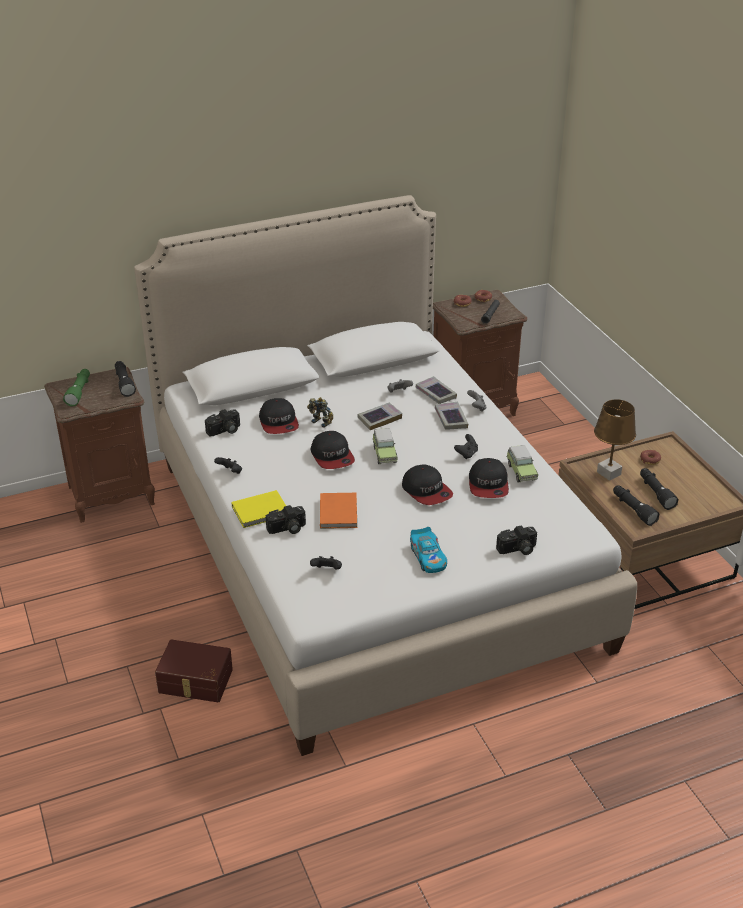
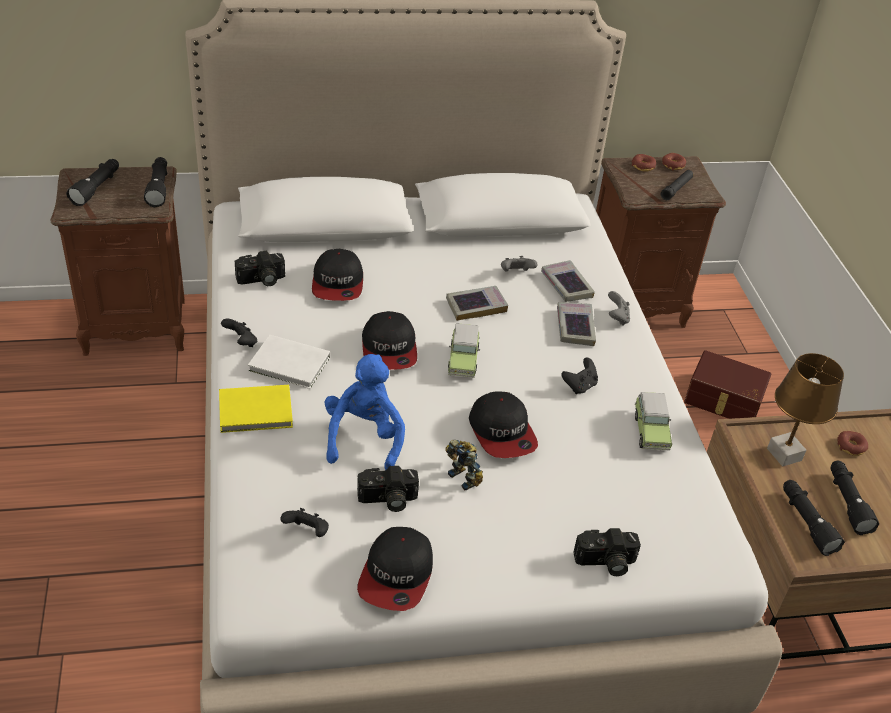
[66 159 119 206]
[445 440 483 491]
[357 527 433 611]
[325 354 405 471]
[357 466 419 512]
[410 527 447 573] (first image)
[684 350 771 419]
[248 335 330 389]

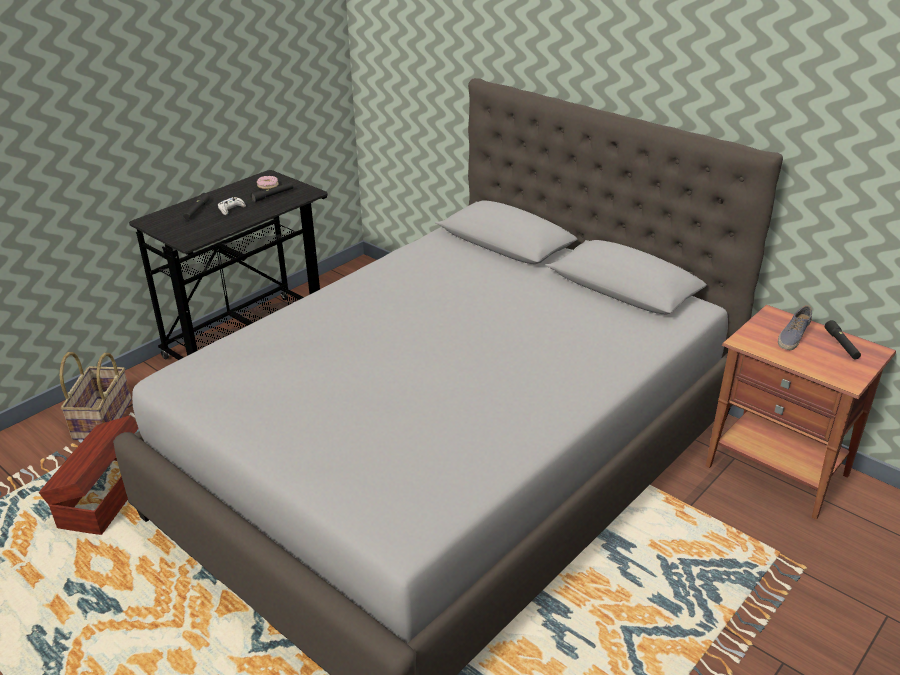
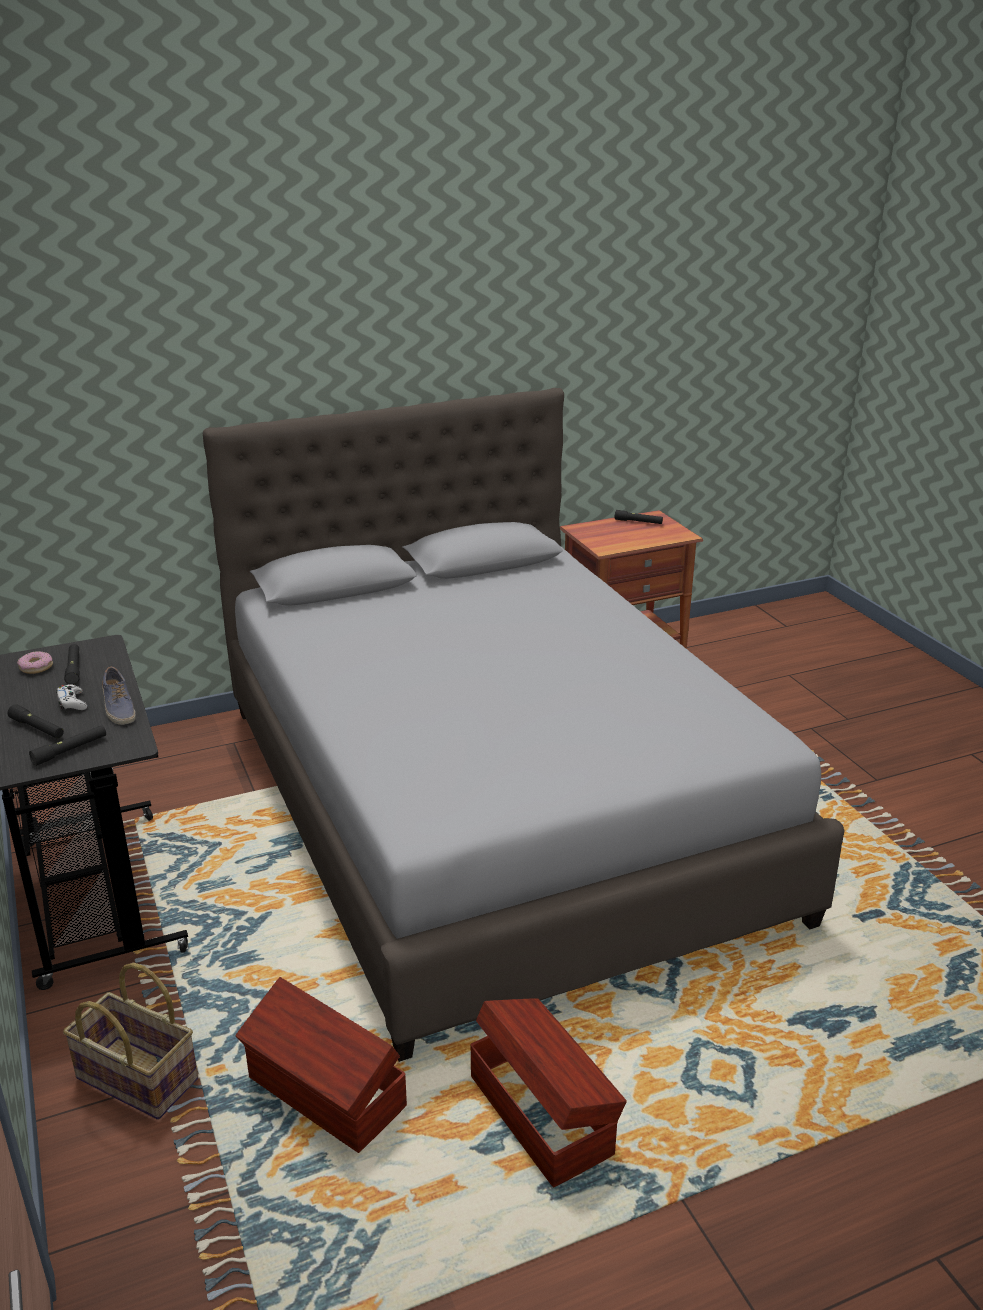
[102 667 136 725]
[29 725 106 766]
[470 998 627 1188]

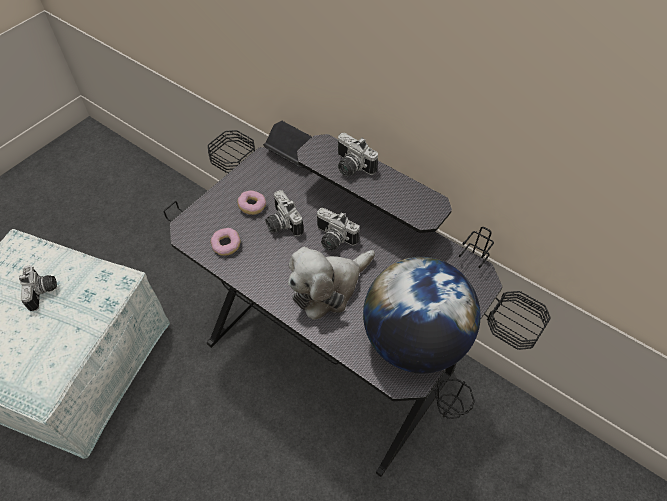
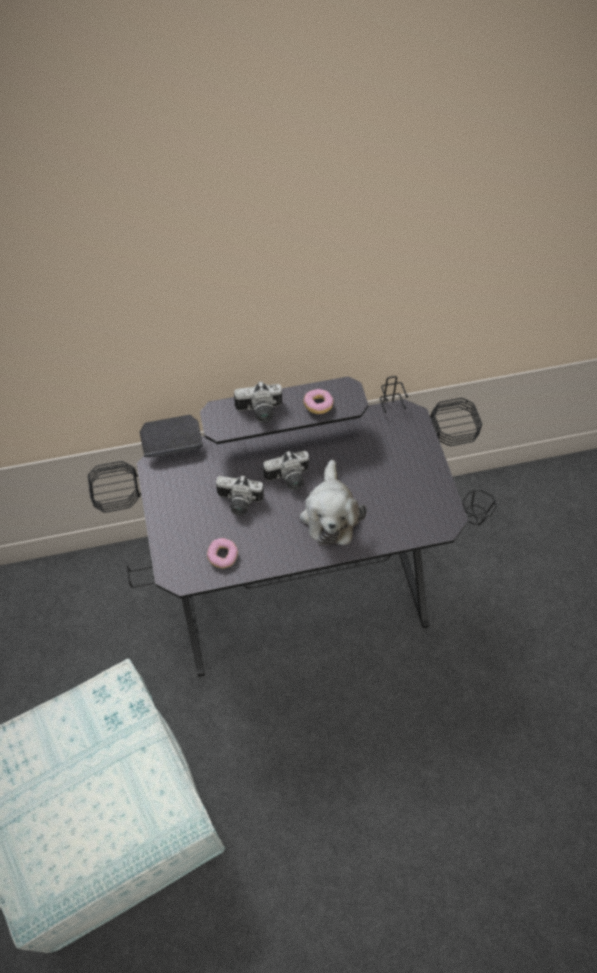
[303 389 334 414]
[363 257 481 373] (first image)
[19 265 57 311] (first image)

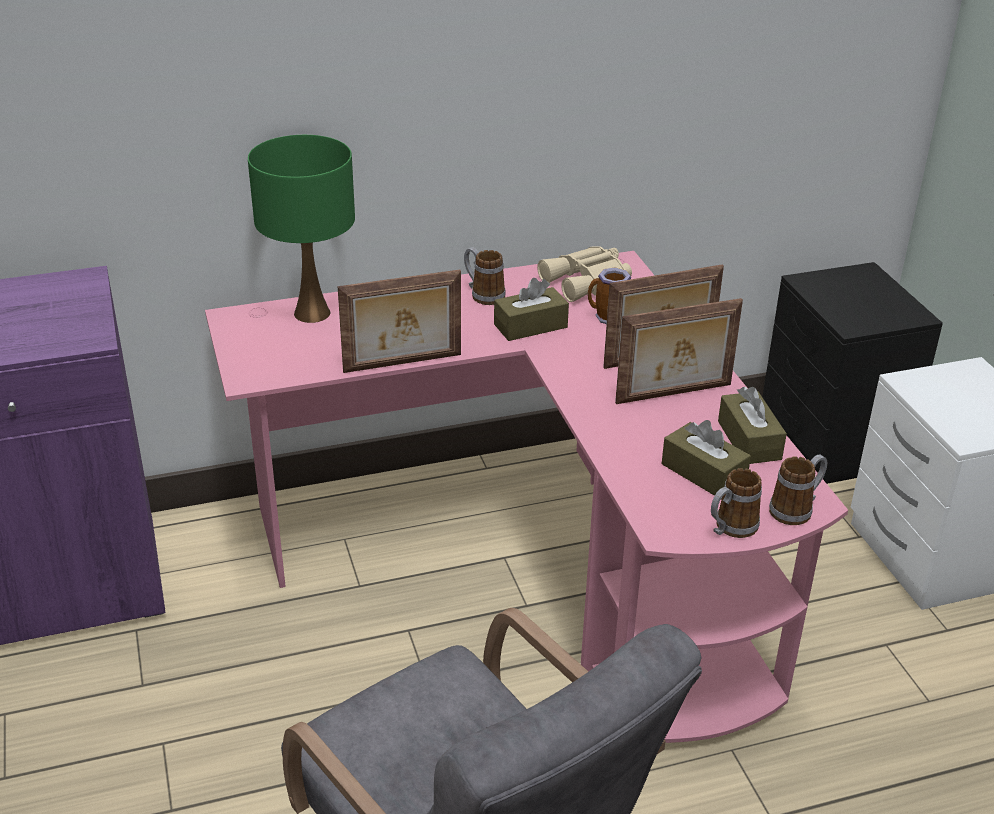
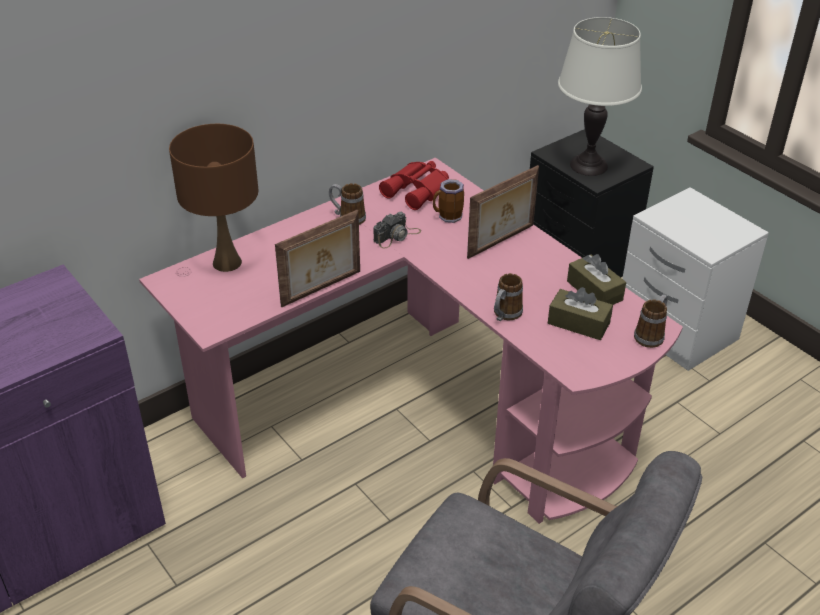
[169 124 258 272]
[379 161 449 210]
[373 212 421 249]
[615 298 743 404] (first image)
[494 273 523 321]
[558 17 642 176]

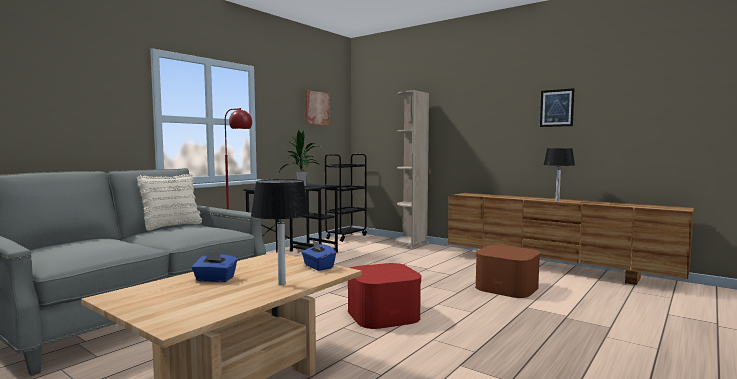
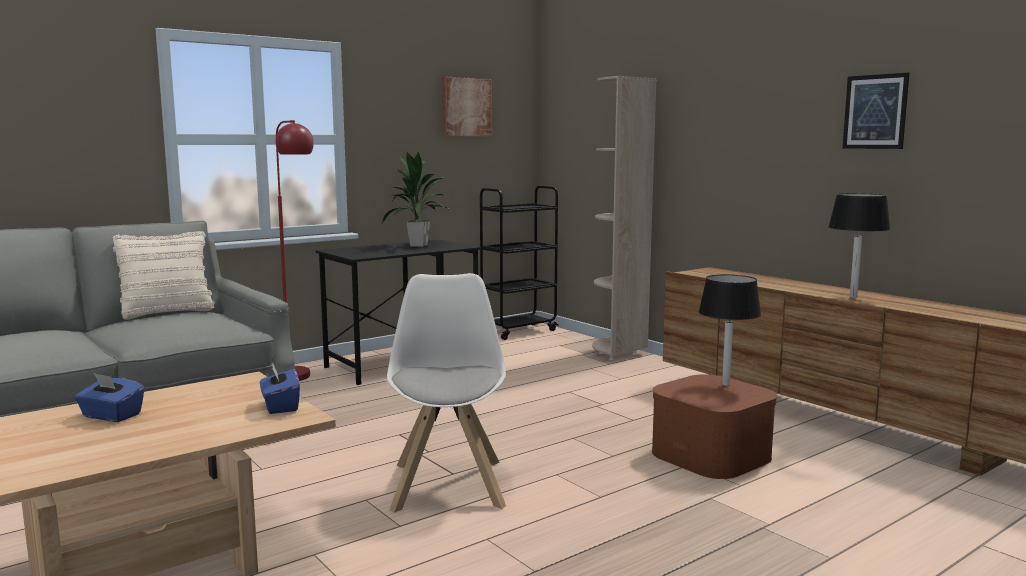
[699 274 761 386]
[387 273 506 513]

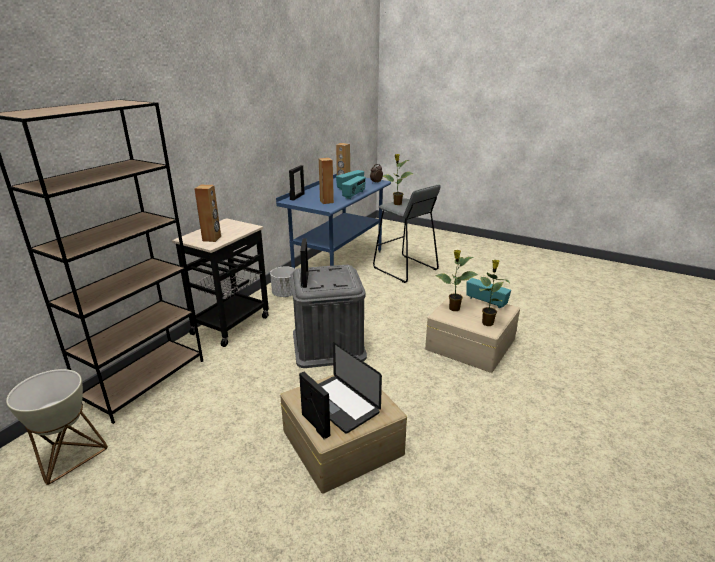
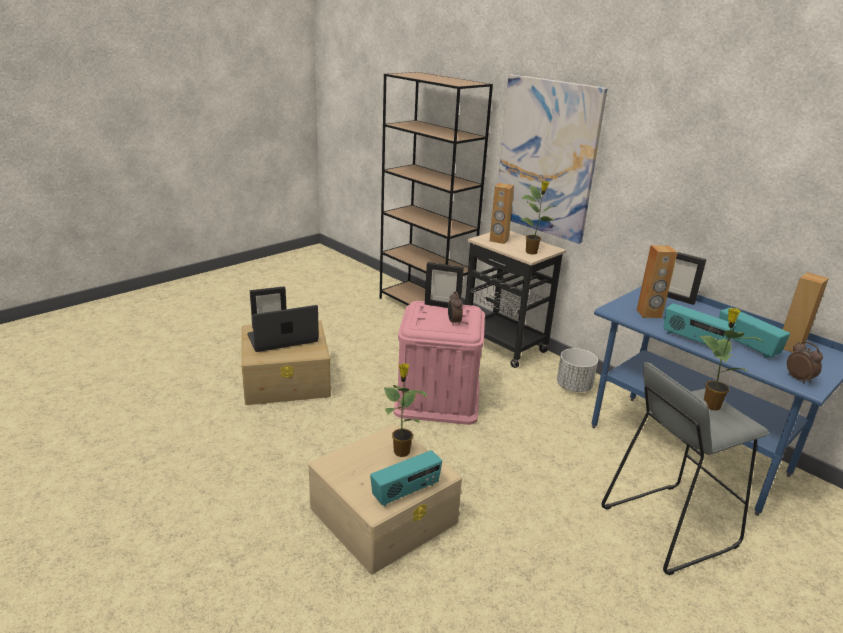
[520 181 554 254]
[393 301 485 425]
[6 369 108 485] (first image)
[498 74 607 244]
[448 291 463 326]

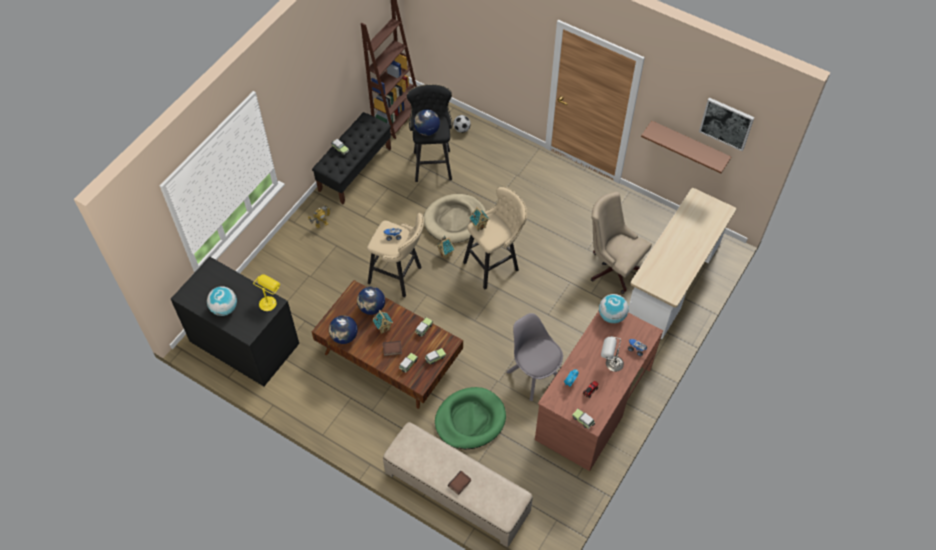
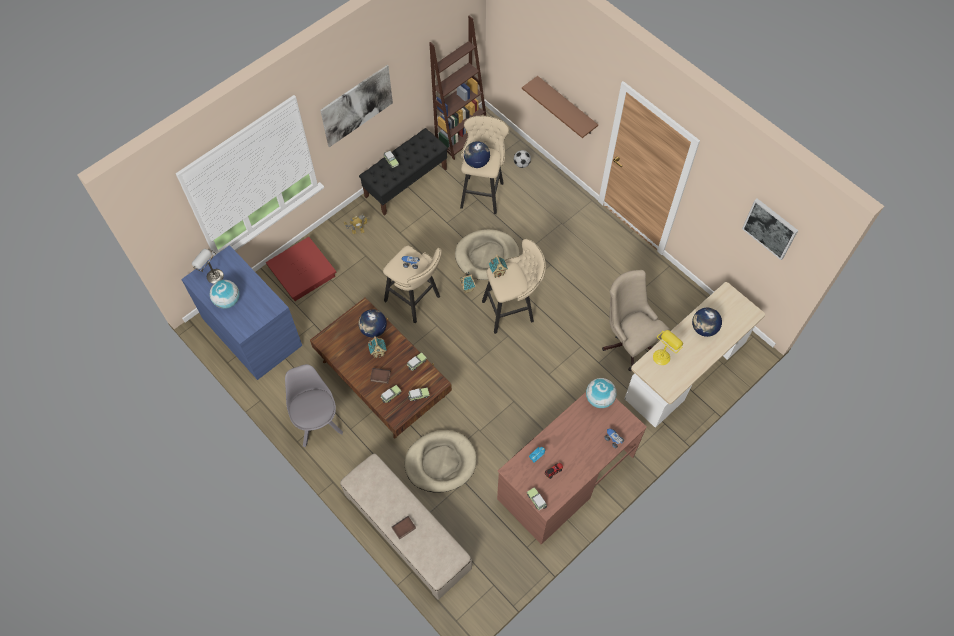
[460 116 509 214]
[522 76 598 138]
[181 245 302 380]
[653 330 683 365]
[285 364 343 447]
[692 308 722 337]
[192 249 224 284]
[404 430 477 492]
[320 65 393 147]
[266 237 336 301]

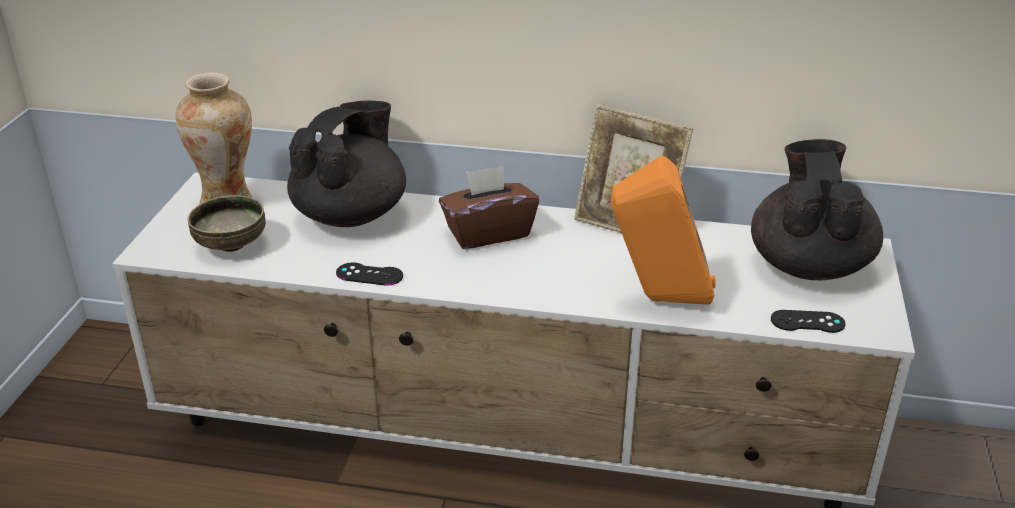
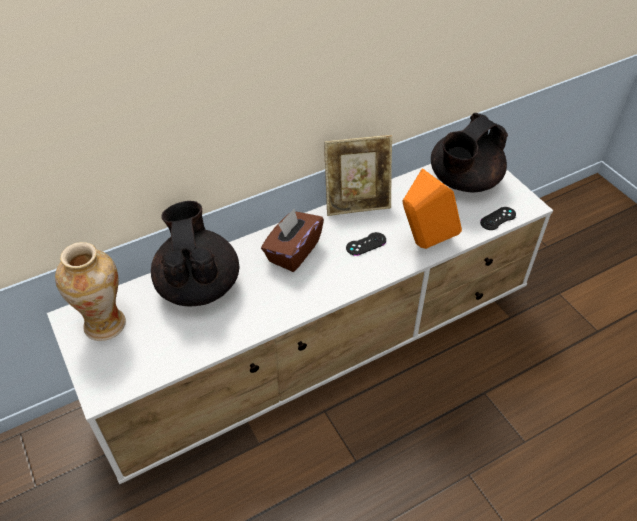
[431 113 508 192]
[188 195 266 252] (first image)
[346 232 386 256]

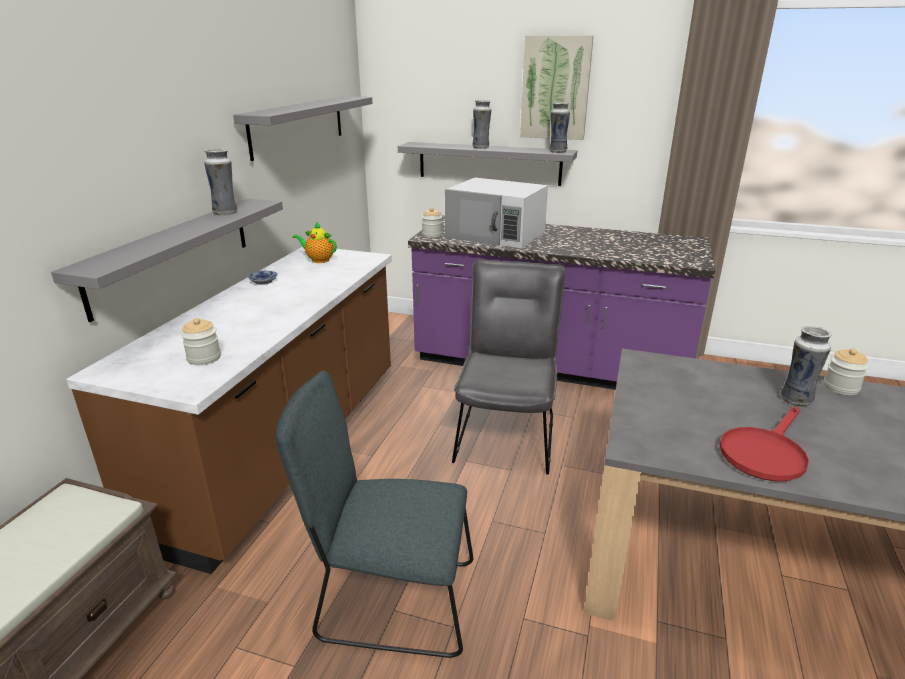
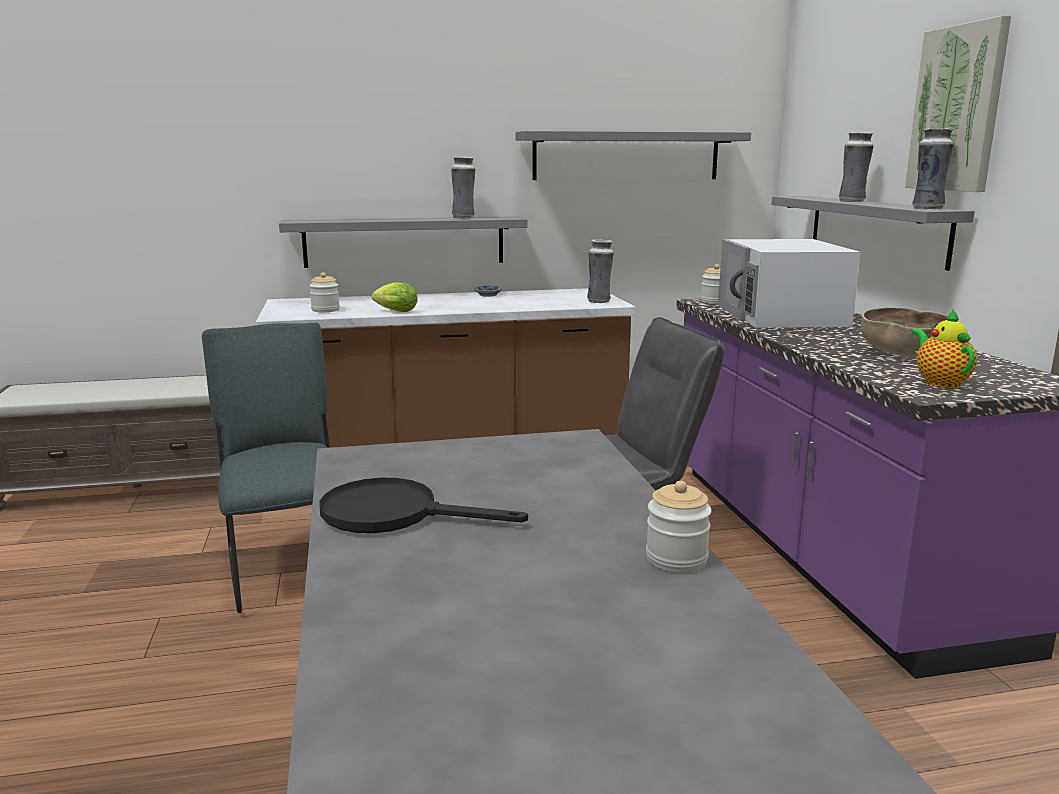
[912 310 977 388]
[587 239 614 303]
[319 478 528 533]
[372 282 418 312]
[861 307 948 357]

